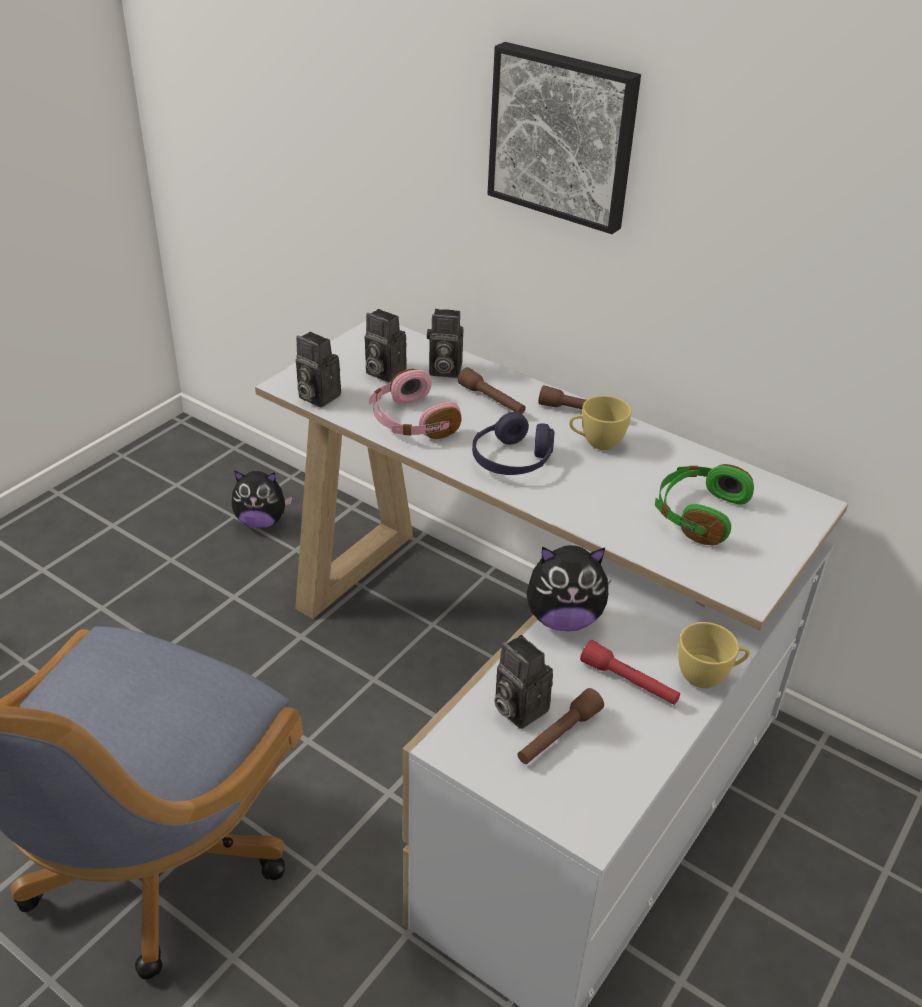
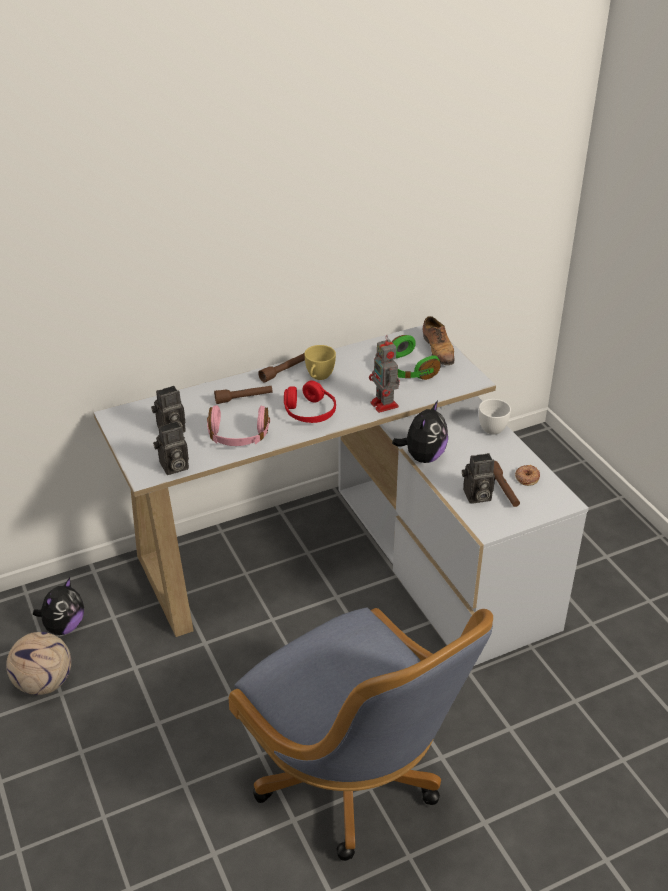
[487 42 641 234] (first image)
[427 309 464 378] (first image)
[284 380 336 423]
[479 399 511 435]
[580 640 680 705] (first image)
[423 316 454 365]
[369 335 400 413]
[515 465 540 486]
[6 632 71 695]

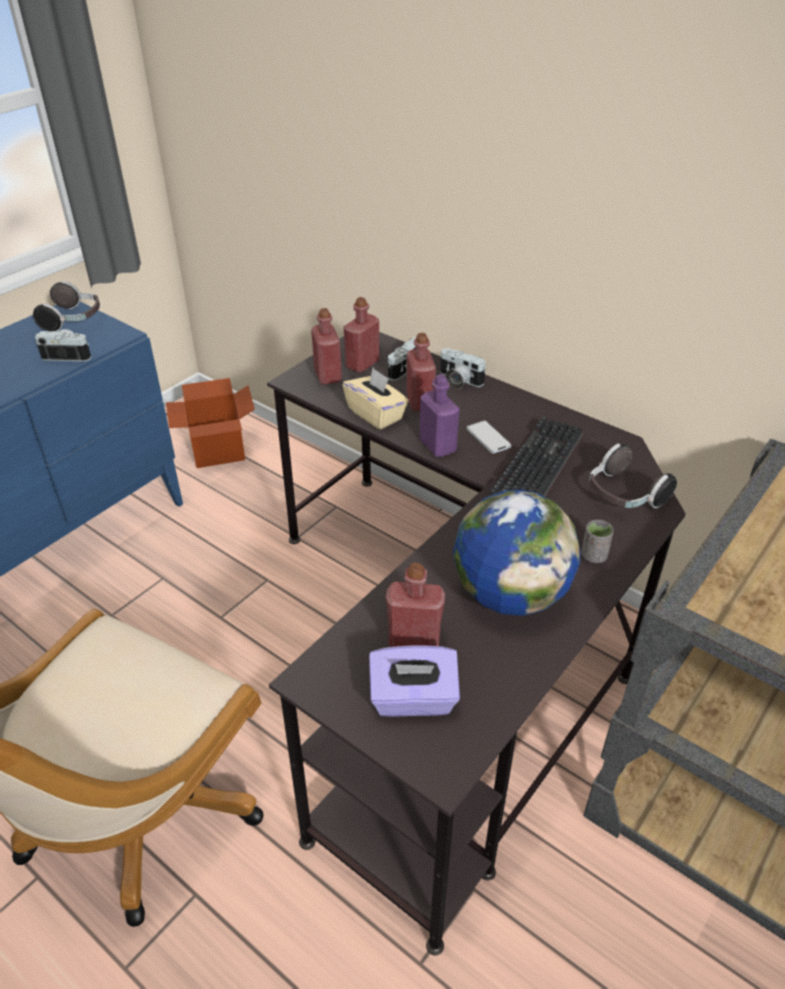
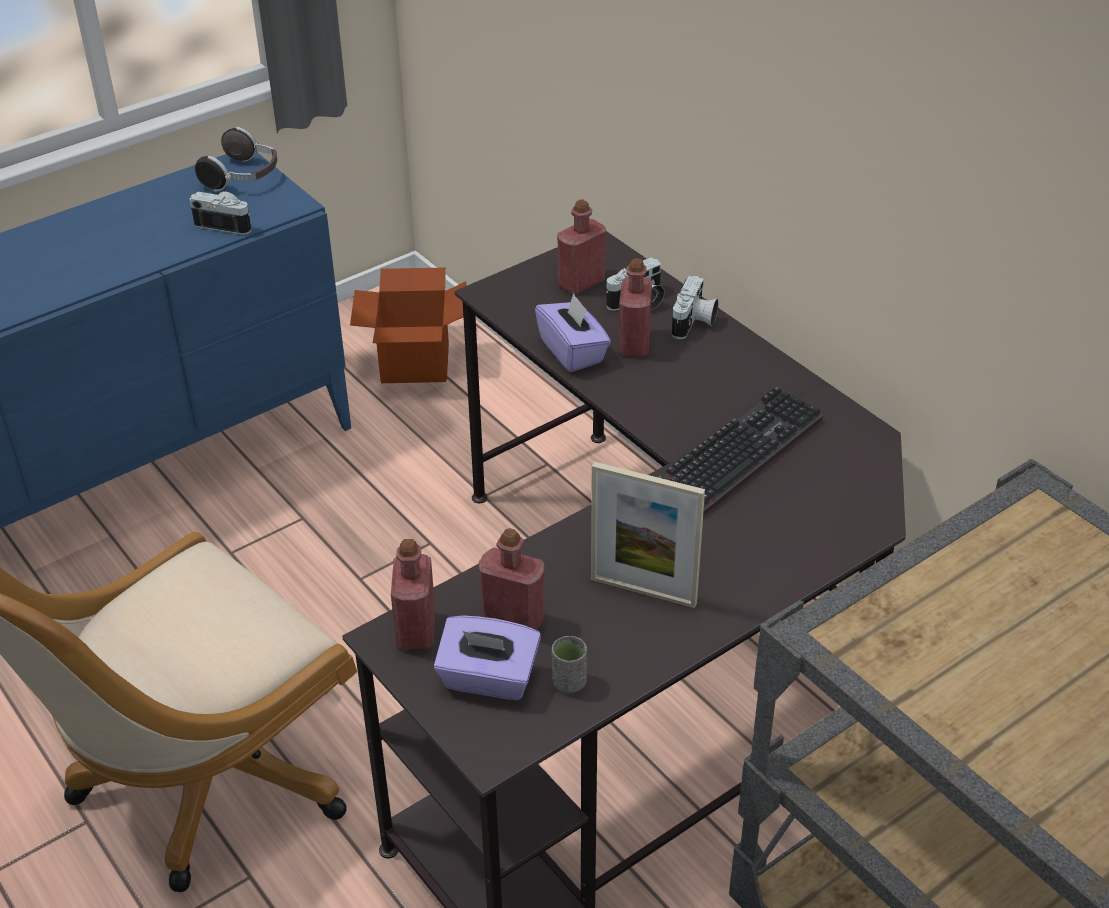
[391 539 435 650]
[672 275 718 339]
[535 293 611 372]
[420 374 460 457] (first image)
[467 420 511 454] (first image)
[589 444 677 508] (first image)
[591 462 705 608]
[552 636 587 693]

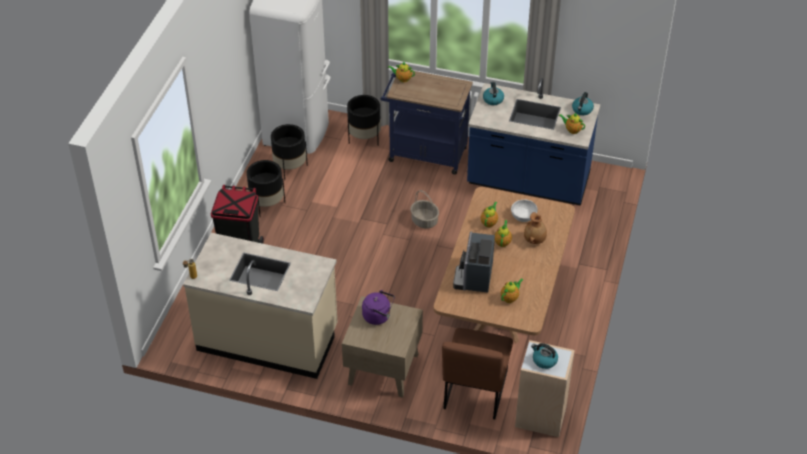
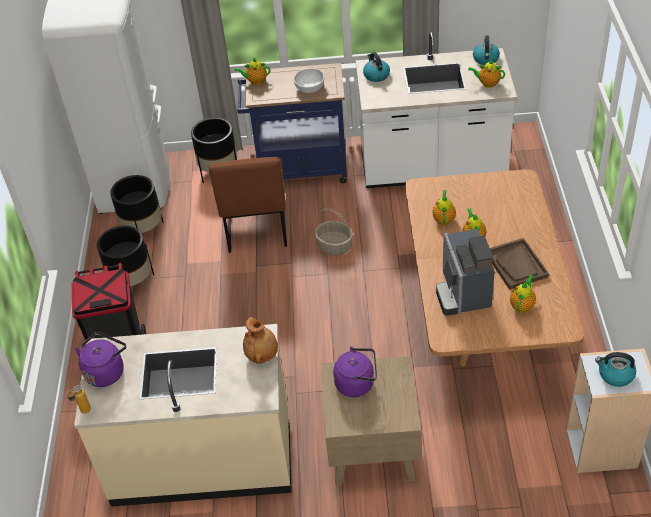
[356 32 517 188]
[293 68 324 93]
[243 317 278 364]
[209 157 287 253]
[490 238 549 290]
[75 332 126 387]

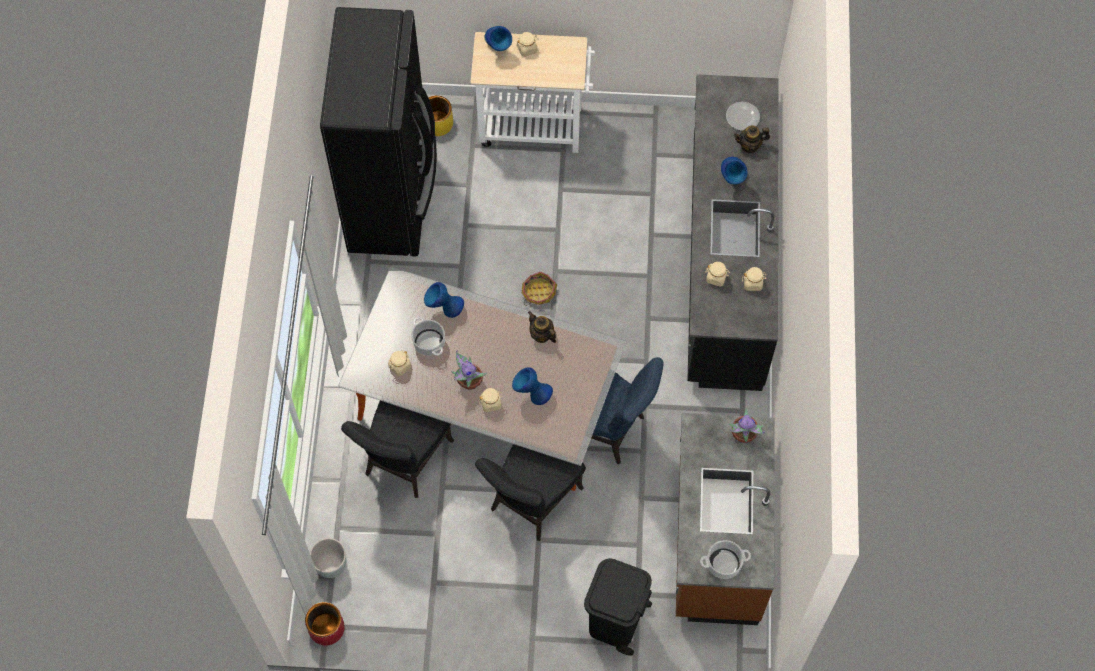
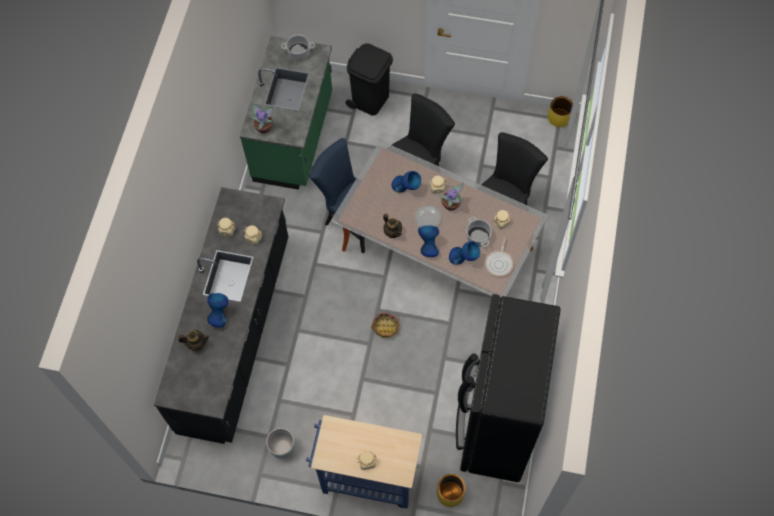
[418 225 439 257]
[306 415 422 508]
[415 205 442 227]
[240 36 332 190]
[266 428 294 459]
[548 96 573 127]
[485 237 514 277]

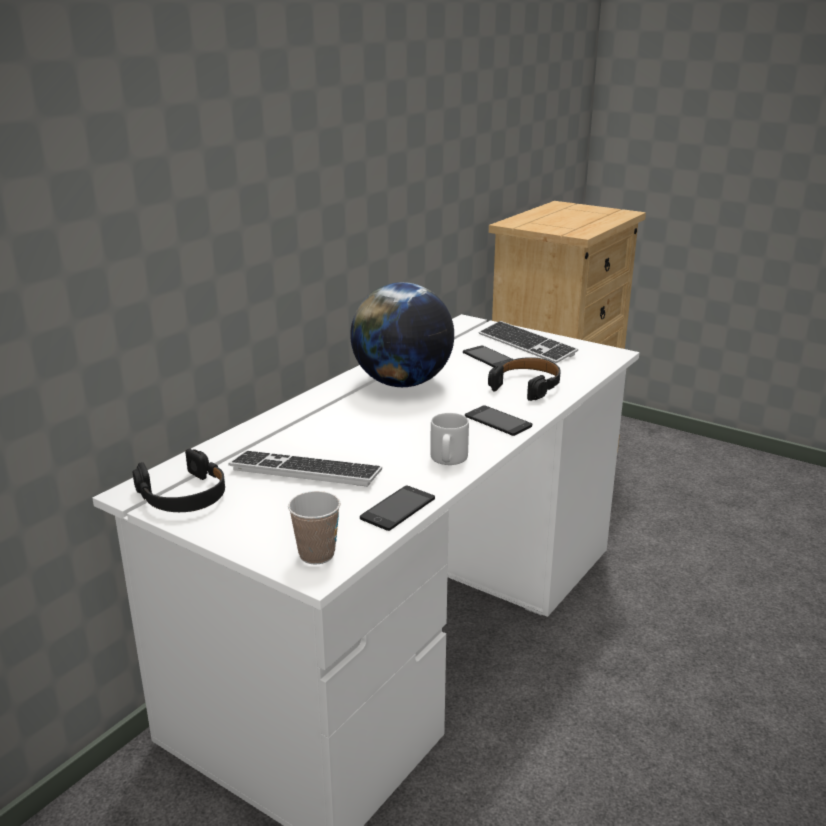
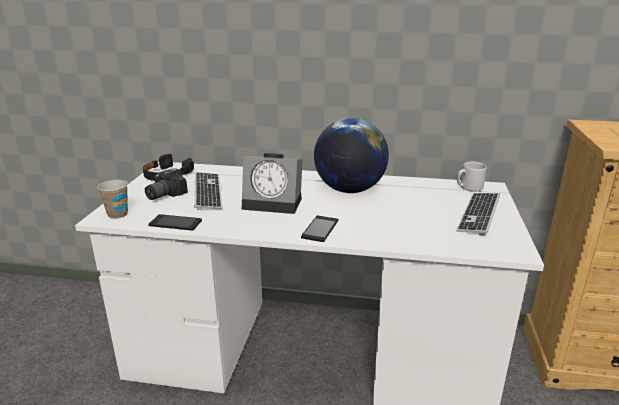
[463 346 513 367] (first image)
[488 357 560 401] (first image)
[457 162 487 192]
[242 153 303 214]
[145 168 188 200]

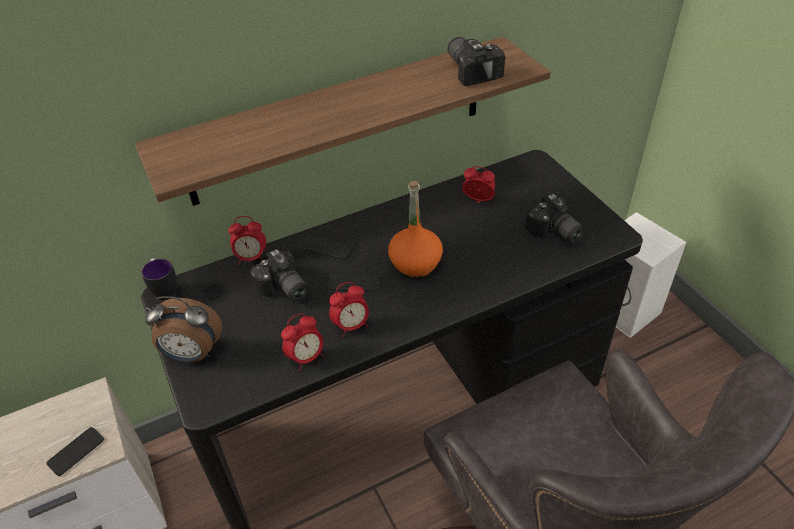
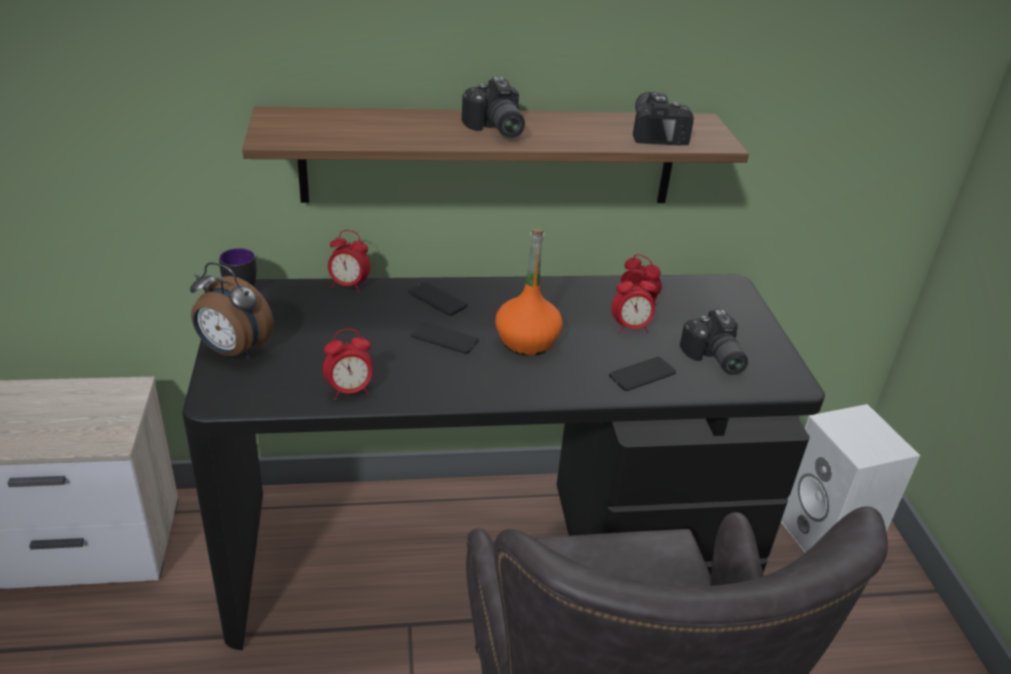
[462 77 525 138]
[611 271 656 334]
[609 357 676 391]

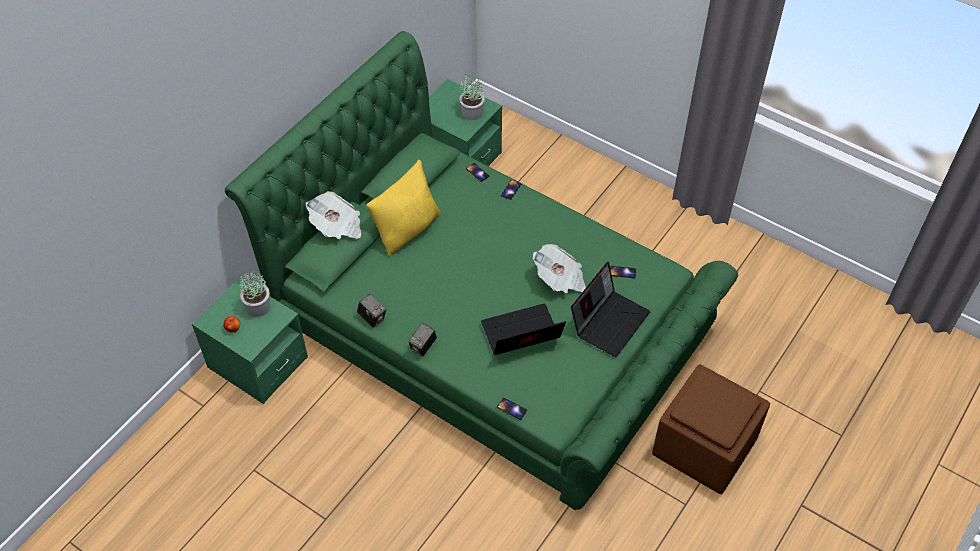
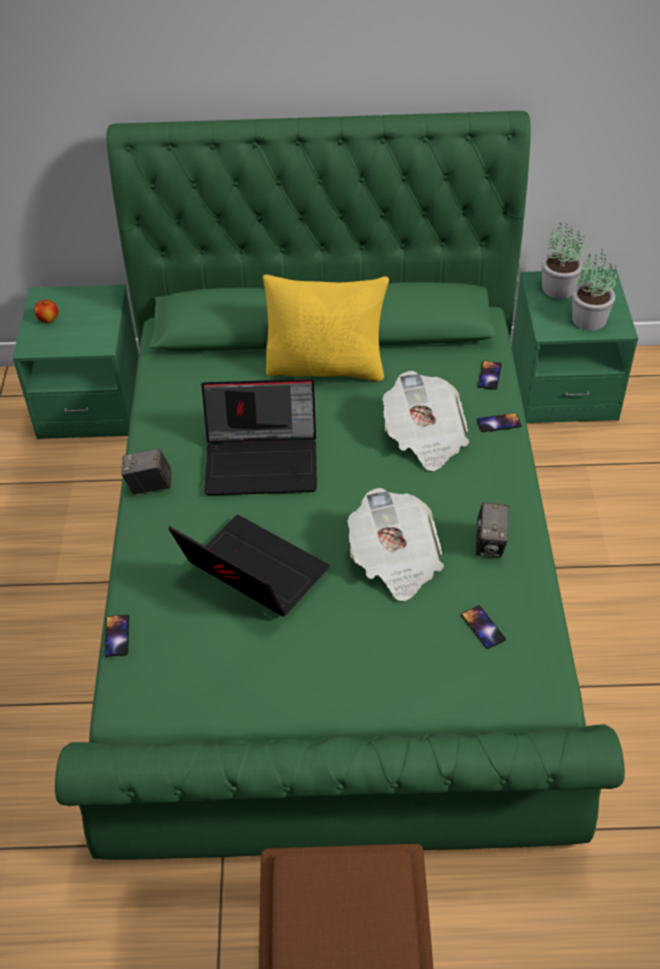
[382 371 469 471]
[201 379 317 495]
[542 223 585 299]
[476 502 509 558]

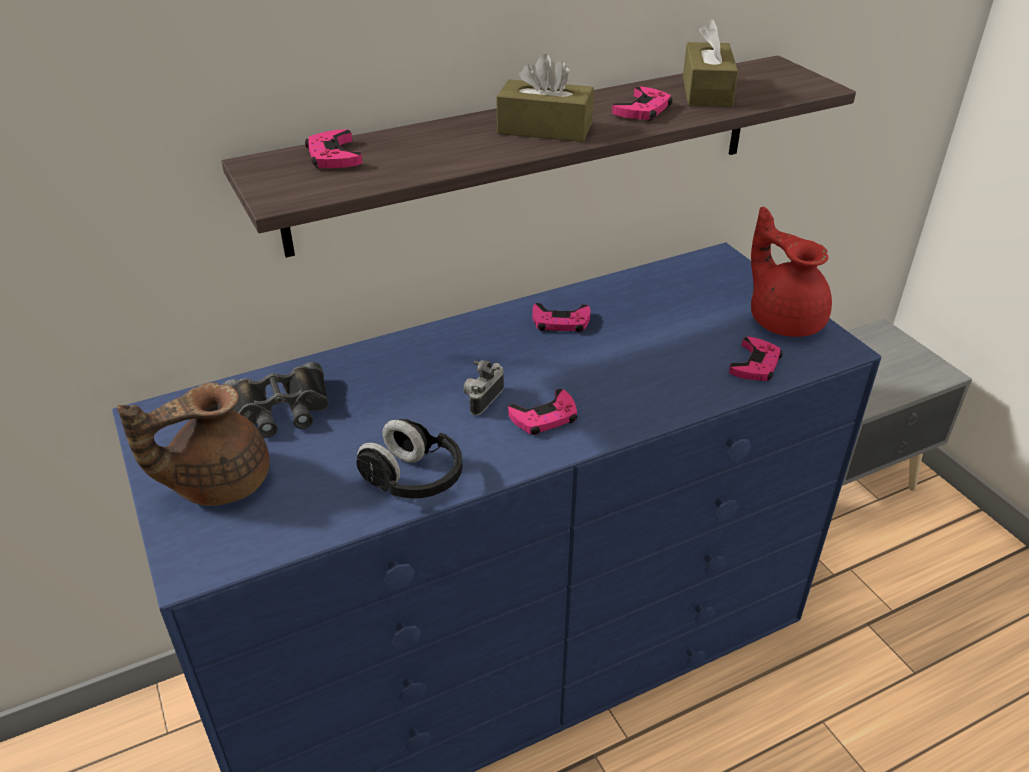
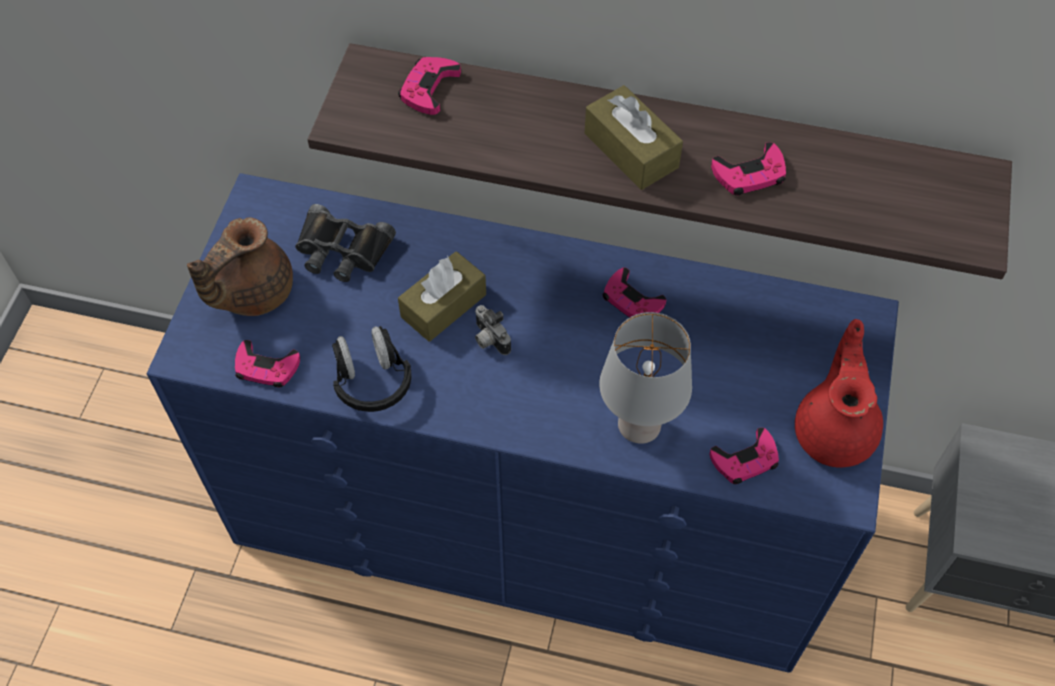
[398 251 486 342]
[475 305 511 355]
[187 217 293 316]
[235 340 300 388]
[599 312 692 444]

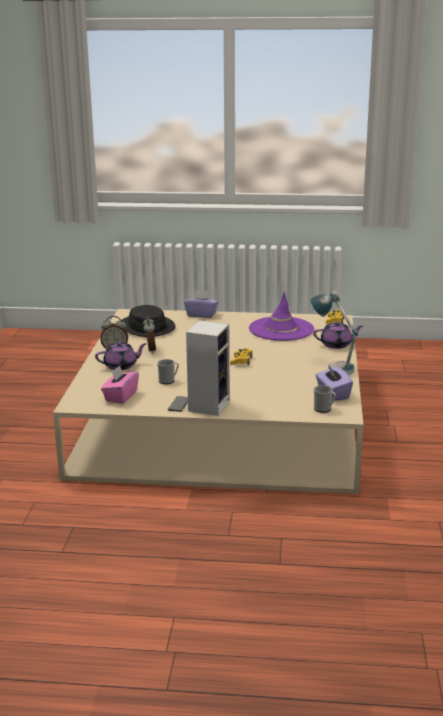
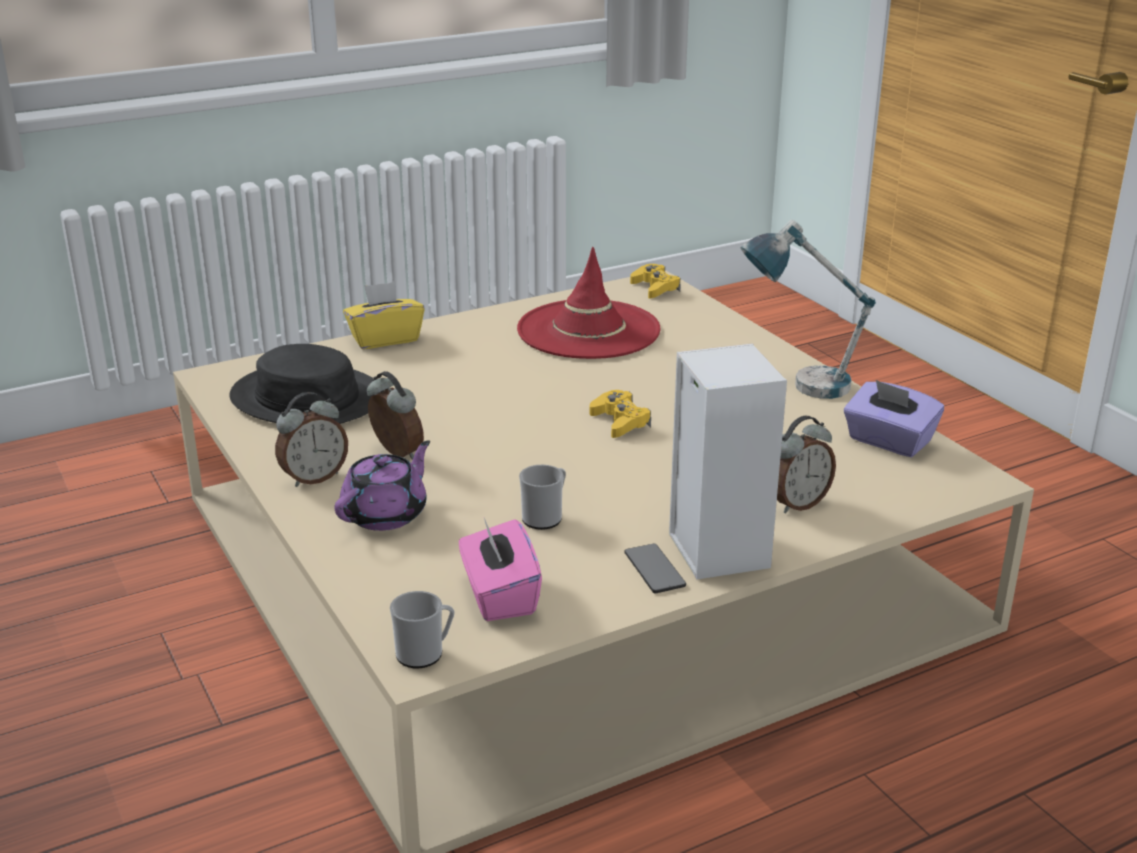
[343 281 425 349]
[517 247 661 359]
[313 321 363 349] (first image)
[390 591 455 668]
[777 416 836 513]

